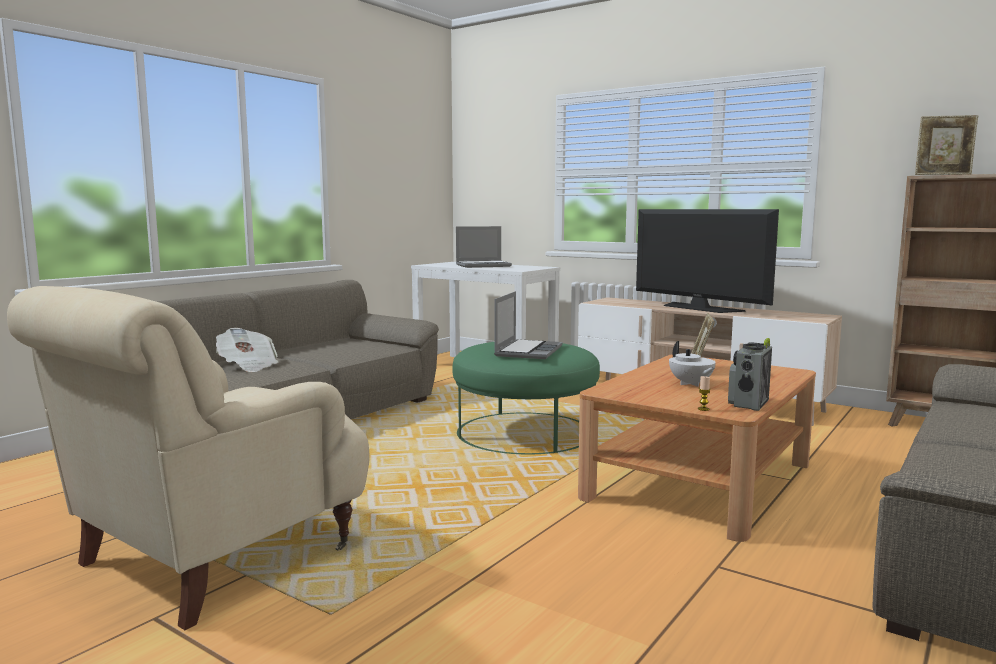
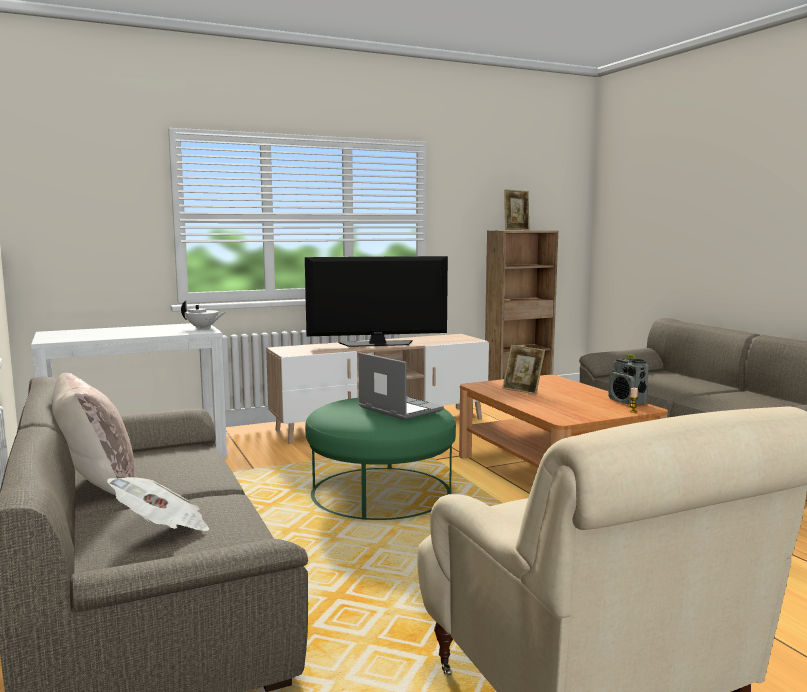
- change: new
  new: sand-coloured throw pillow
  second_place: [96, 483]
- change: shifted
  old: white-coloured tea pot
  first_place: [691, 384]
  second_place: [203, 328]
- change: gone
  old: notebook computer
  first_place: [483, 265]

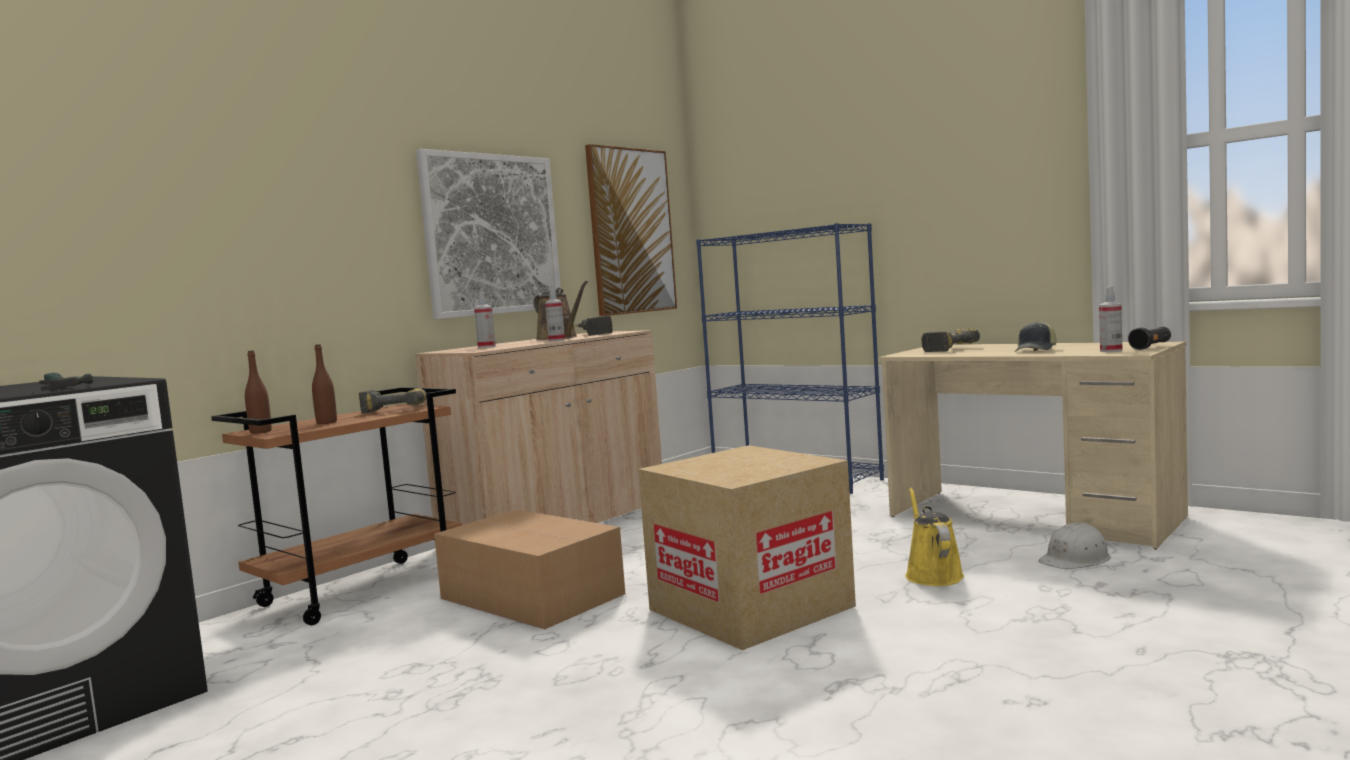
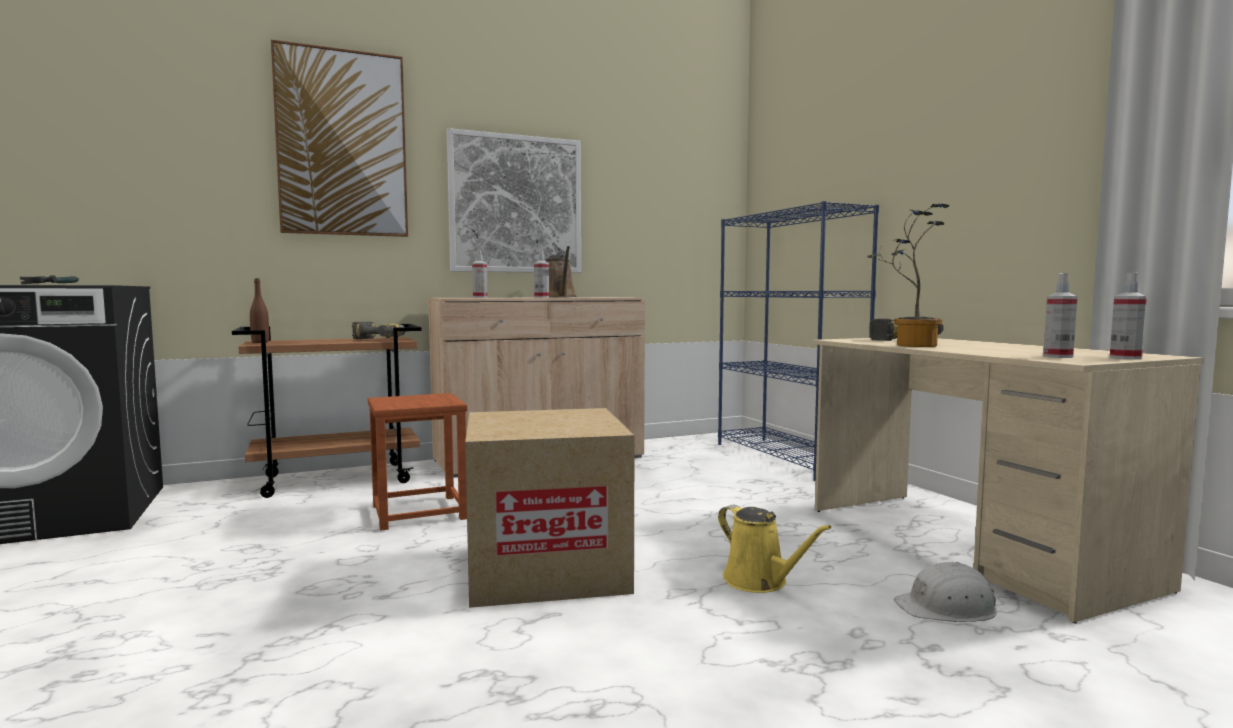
- change: shifted
  old: wall picture
  first_place: [631, 231]
  second_place: [342, 144]
- change: swapped
  old: cardboard box
  new: brown stool seat
  first_place: [532, 597]
  second_place: [419, 512]
- change: rotated
  old: yellowish watering can
  first_place: [932, 575]
  second_place: [759, 581]
  degrees: 120
- change: new
  new: potted plant
  second_place: [910, 345]
- change: swapped
  old: blackish torch
  new: spray bottle
  first_place: [1151, 347]
  second_place: [1125, 358]
- change: gone
  old: brown bottle
  first_place: [326, 422]
- change: gone
  old: electric drill
  first_place: [592, 334]
- change: gone
  old: cap
  first_place: [1036, 350]

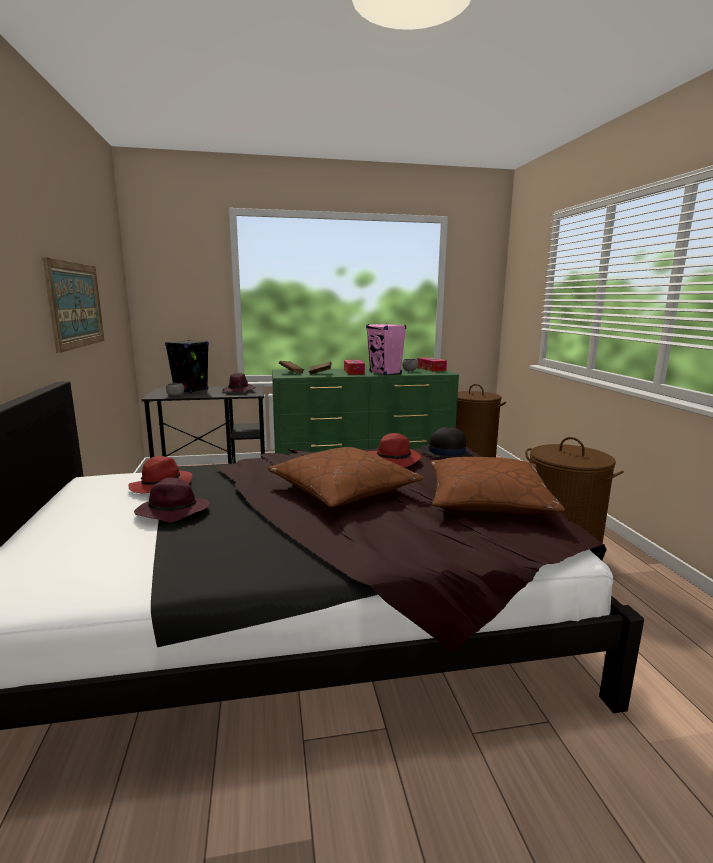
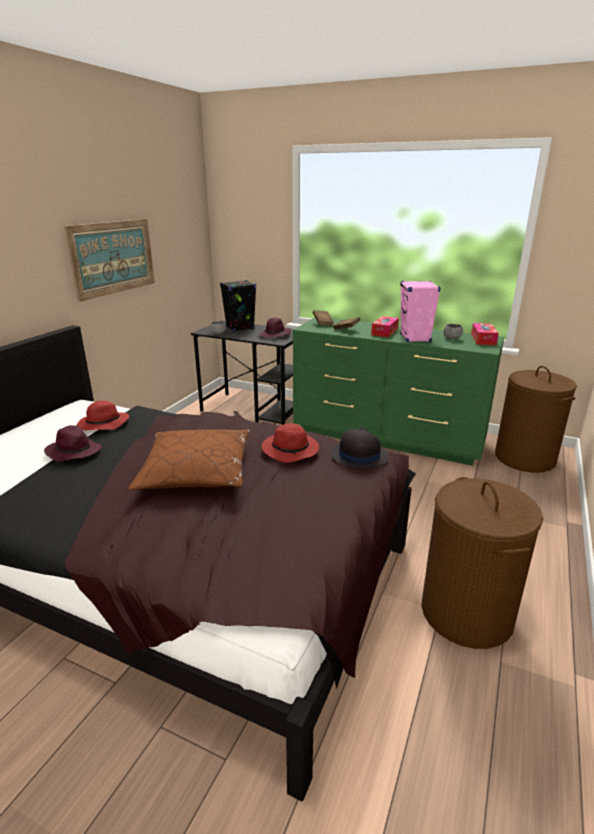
- change: gone
  old: brown throw pillow
  first_place: [487, 500]

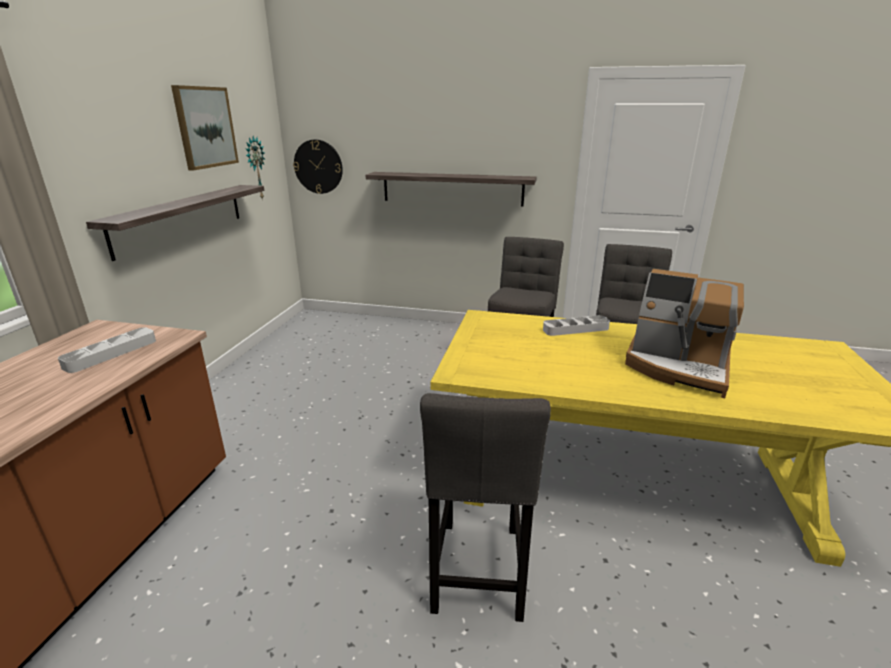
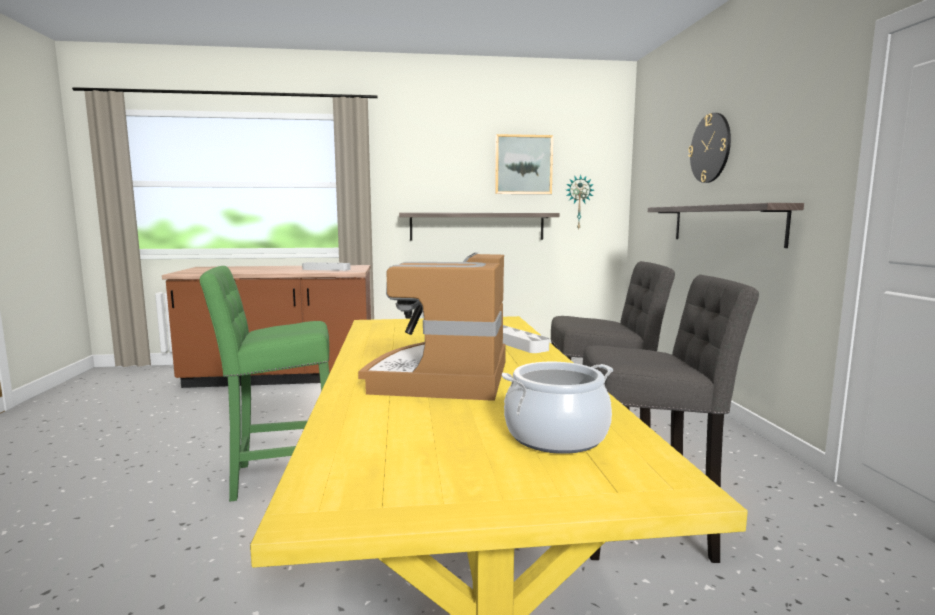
- change: repainted
  old: grey stool seat
  new: green-coloured stool seat
  first_place: [477, 574]
  second_place: [280, 477]
- change: new
  new: stockpot
  second_place: [555, 436]
- change: shifted
  old: hanging clock
  first_place: [318, 166]
  second_place: [710, 148]

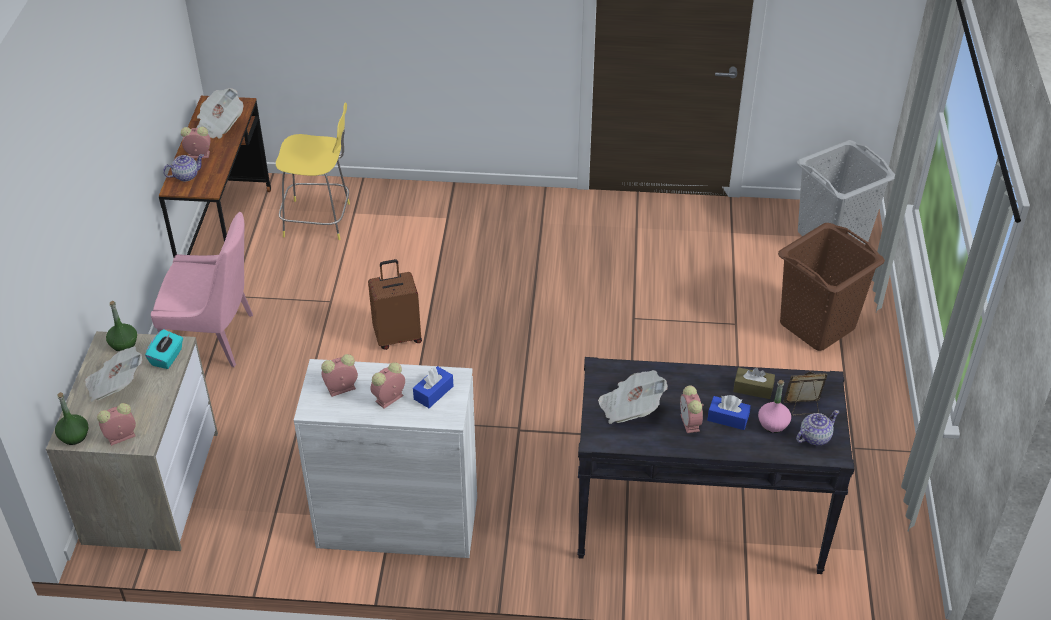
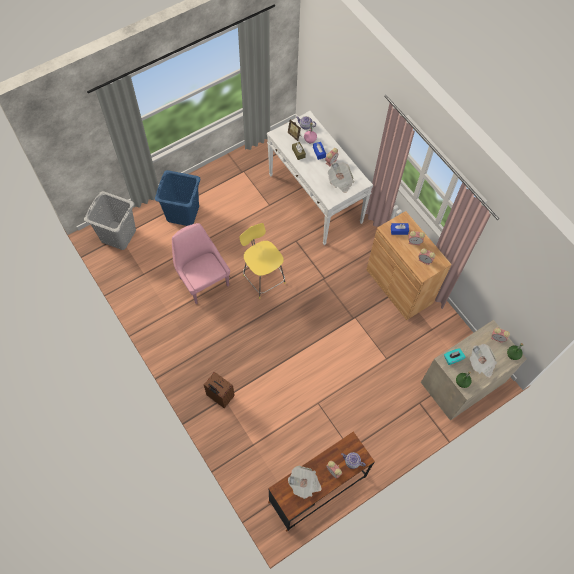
- change: repainted
  old: brown laundry basket
  new: blue-coloured laundry basket
  first_place: [817, 325]
  second_place: [183, 213]
- change: shifted
  old: pink plain chair
  first_place: [215, 338]
  second_place: [203, 280]
- change: shifted
  old: brown travel case
  first_place: [397, 336]
  second_place: [220, 397]
- change: shifted
  old: yellowish stool seat
  first_place: [320, 220]
  second_place: [263, 278]
- change: repainted
  old: blackish narrow table
  new: white-coloured narrow table
  first_place: [698, 520]
  second_place: [315, 199]
- change: repainted
  old: white-coloured storage cabinet
  new: brown storage cabinet
  first_place: [397, 522]
  second_place: [399, 286]

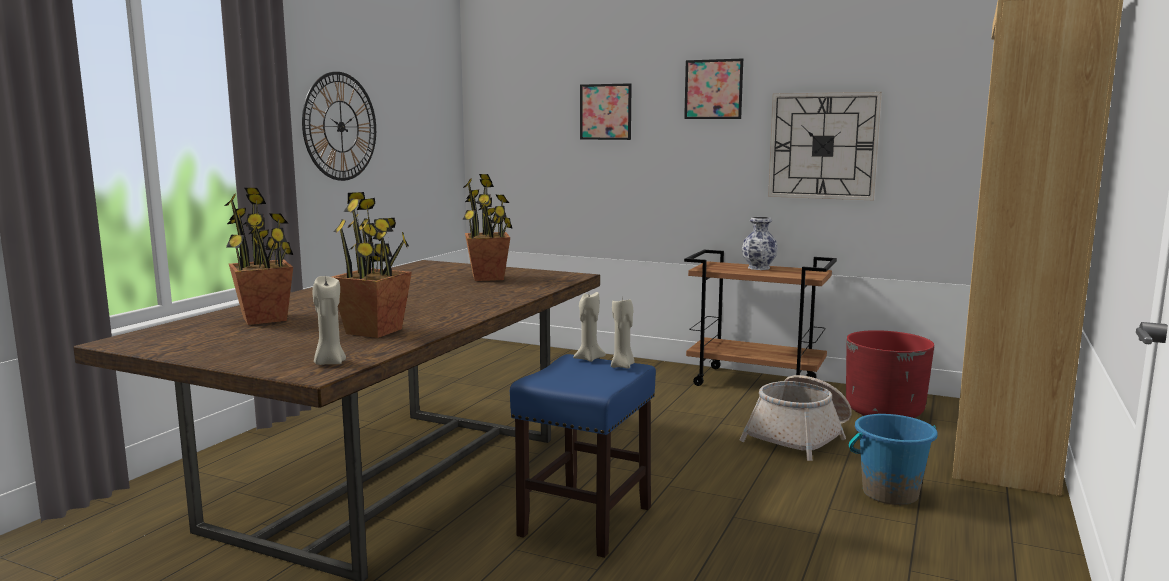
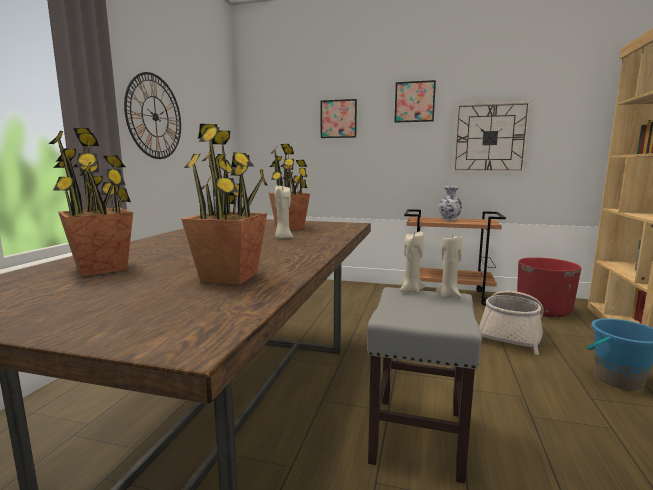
- change: shifted
  old: sand-coloured wax candle
  first_place: [329, 363]
  second_place: [283, 238]
- change: repainted
  old: blue-coloured stool seat
  new: grey stool seat
  first_place: [585, 522]
  second_place: [418, 437]

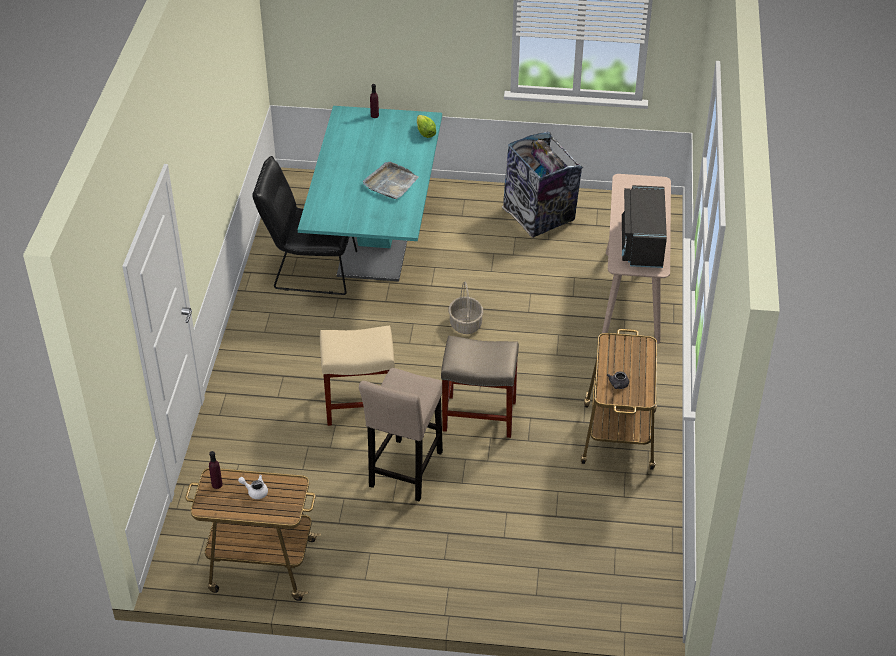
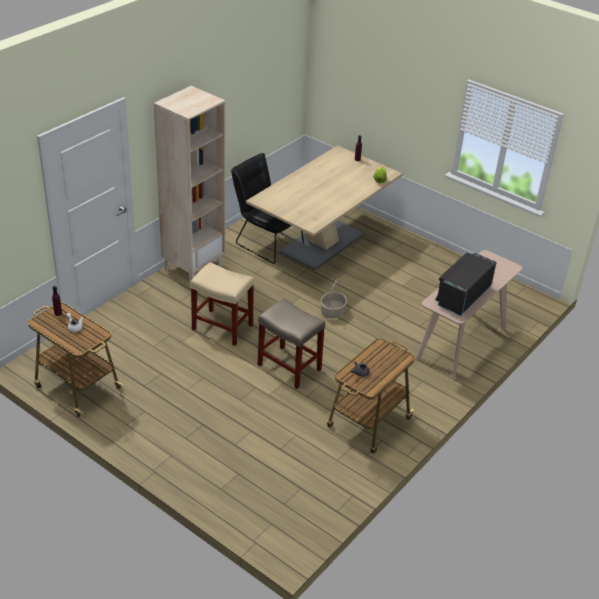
- change: new
  new: sand-coloured shelving unit
  second_place: [193, 267]
- change: repainted
  old: turquoise-coloured dining table
  new: sand-coloured dining table
  first_place: [376, 242]
  second_place: [322, 243]
- change: gone
  old: sand-coloured stool seat
  first_place: [404, 473]
- change: gone
  old: grey tray
  first_place: [390, 183]
- change: gone
  old: rubbish bin
  first_place: [539, 217]

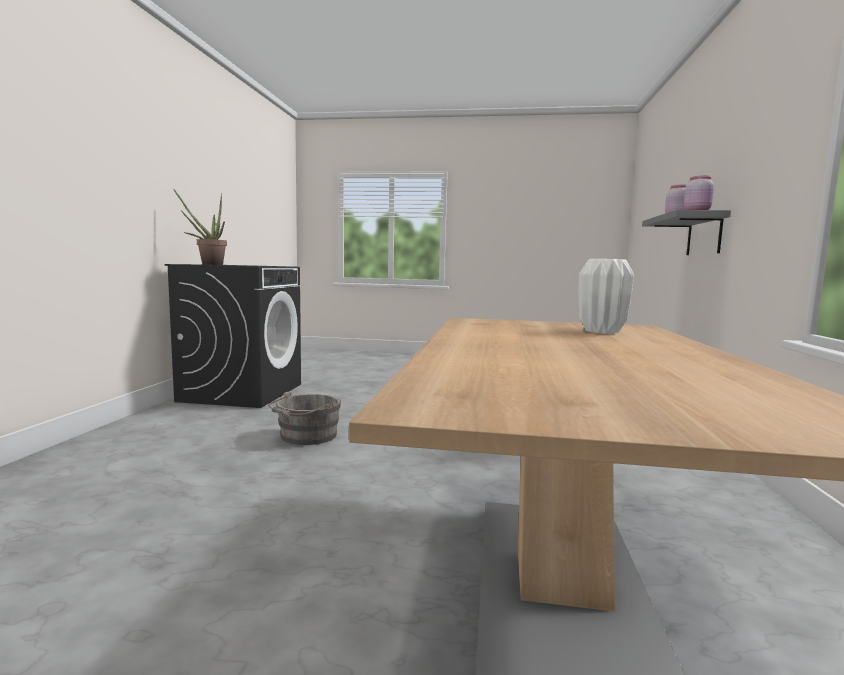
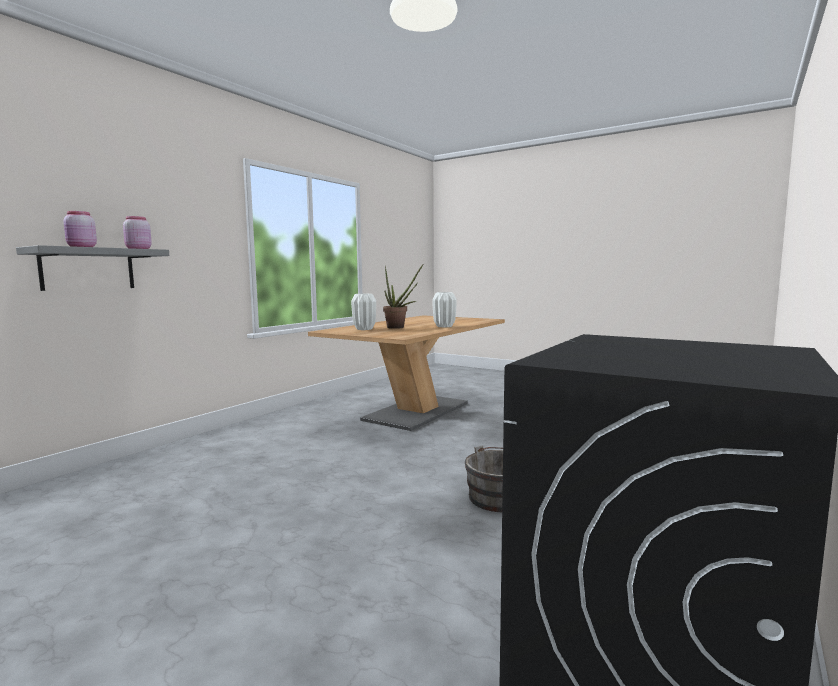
- change: shifted
  old: potted plant
  first_place: [207, 264]
  second_place: [399, 327]
- change: new
  new: white-coloured vase
  second_place: [444, 326]

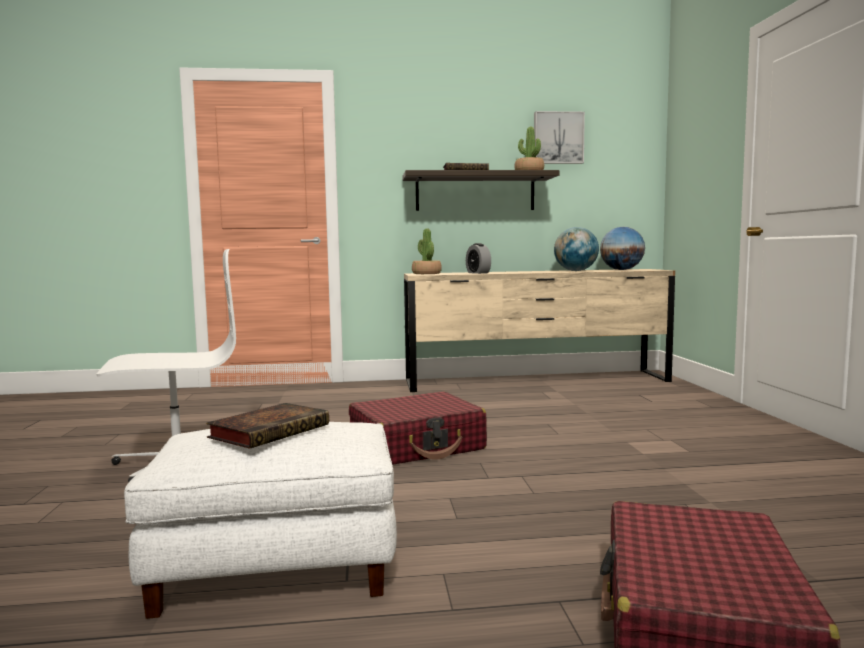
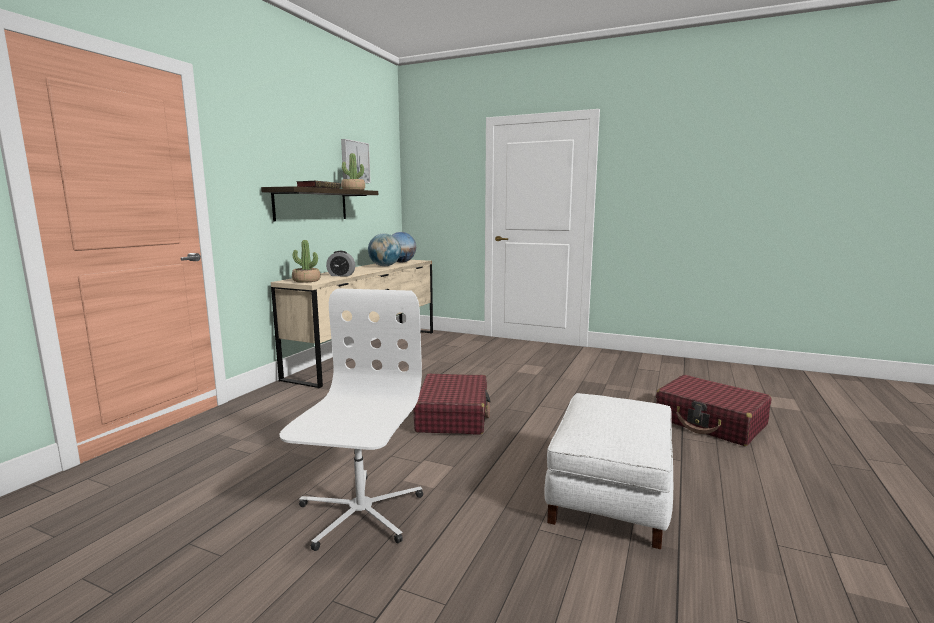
- change: gone
  old: volume
  first_place: [271, 431]

